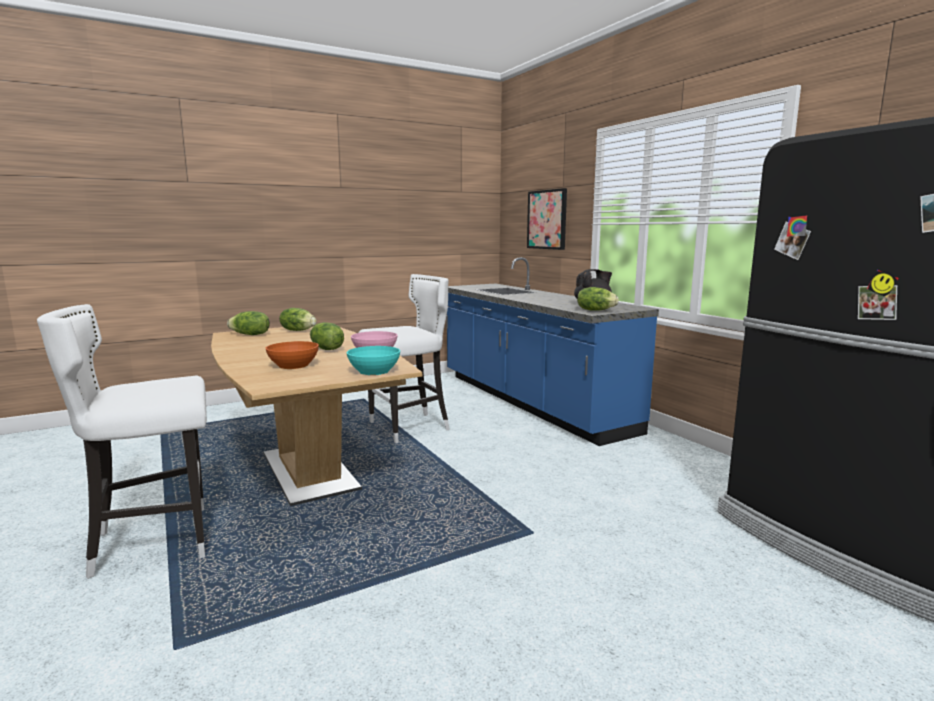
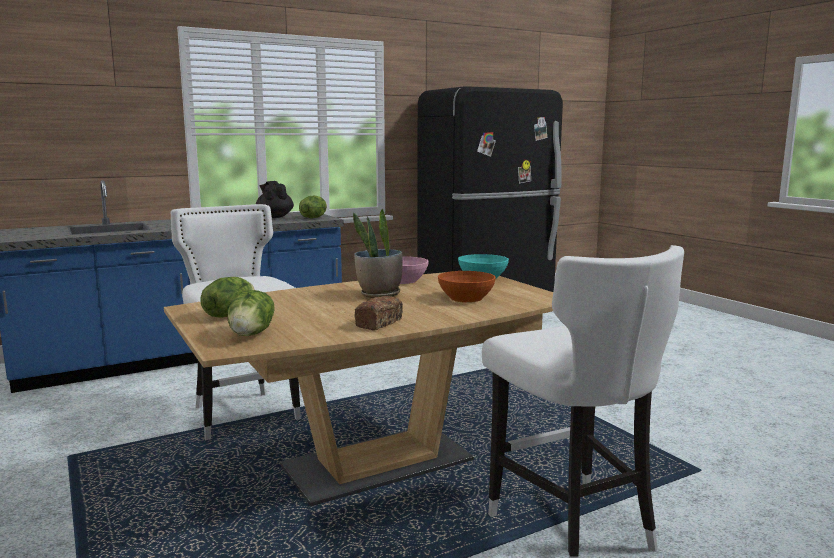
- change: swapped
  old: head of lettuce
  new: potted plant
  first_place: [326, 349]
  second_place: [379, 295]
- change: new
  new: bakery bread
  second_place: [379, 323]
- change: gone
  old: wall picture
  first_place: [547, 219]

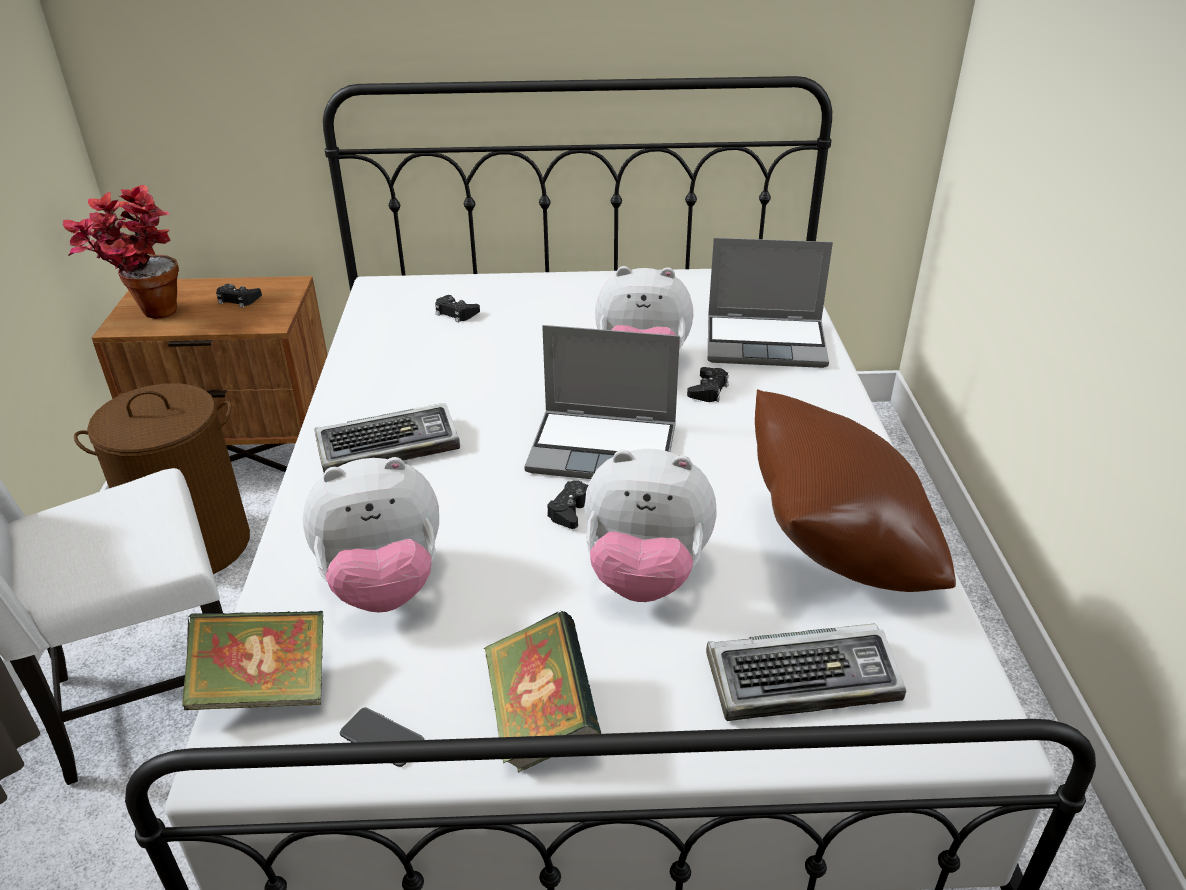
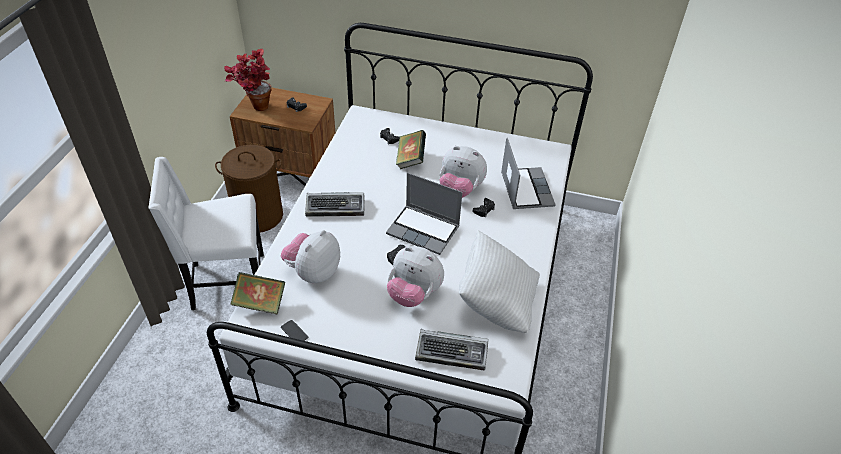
- change: rotated
  old: cuddly toy
  first_place: [383, 585]
  second_place: [313, 272]
  degrees: 120
- change: shifted
  old: volume
  first_place: [541, 718]
  second_place: [410, 159]
- change: repainted
  old: brown throw pillow
  new: white-coloured throw pillow
  first_place: [837, 548]
  second_place: [496, 302]
- change: rotated
  old: notebook computer
  first_place: [767, 343]
  second_place: [525, 189]
  degrees: -120

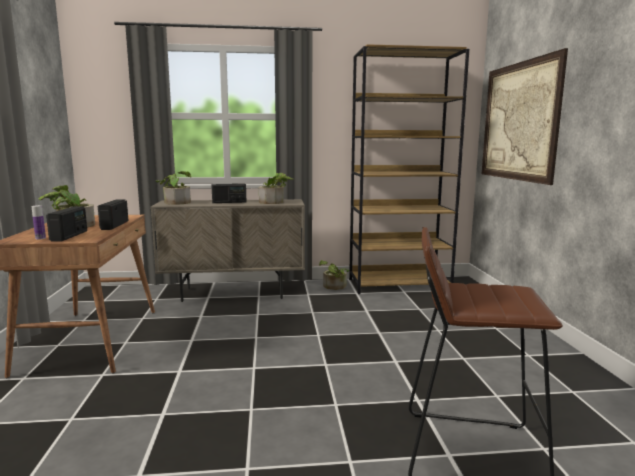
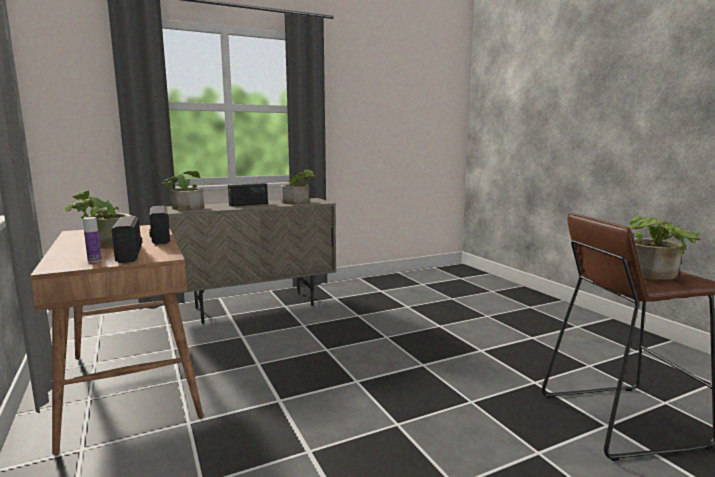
- change: shifted
  old: potted plant
  first_place: [333, 287]
  second_place: [654, 274]
- change: gone
  old: brown shelving unit
  first_place: [399, 285]
- change: gone
  old: wall picture
  first_place: [518, 121]

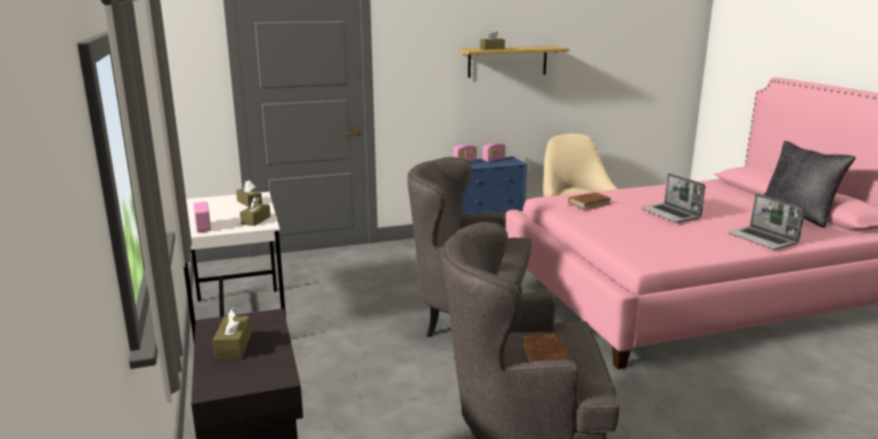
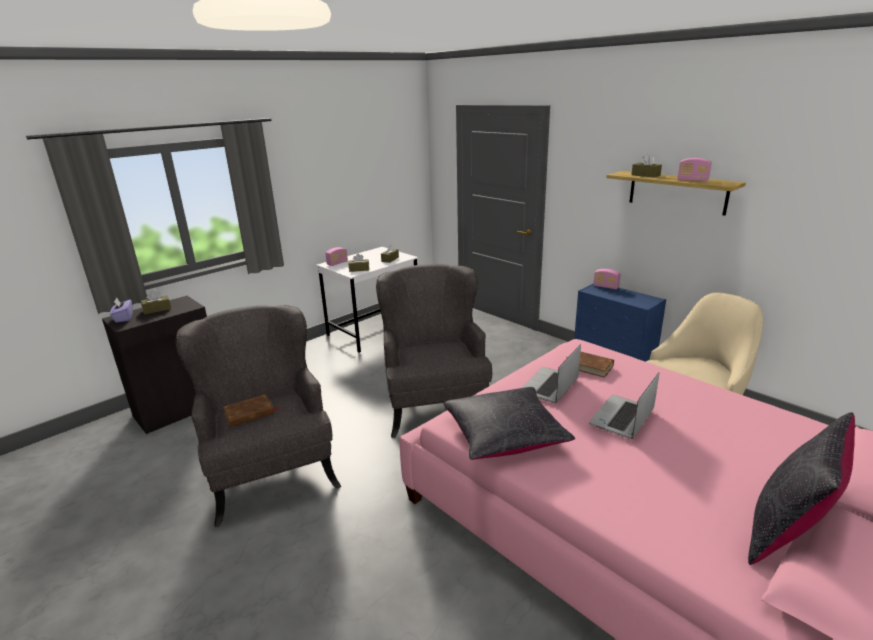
- change: new
  new: purplish box of tissues
  second_place: [124, 318]
- change: new
  new: blackish throw pillow
  second_place: [504, 435]
- change: shifted
  old: notebook computer
  first_place: [763, 239]
  second_place: [550, 387]
- change: shifted
  old: radio
  first_place: [493, 160]
  second_place: [692, 180]

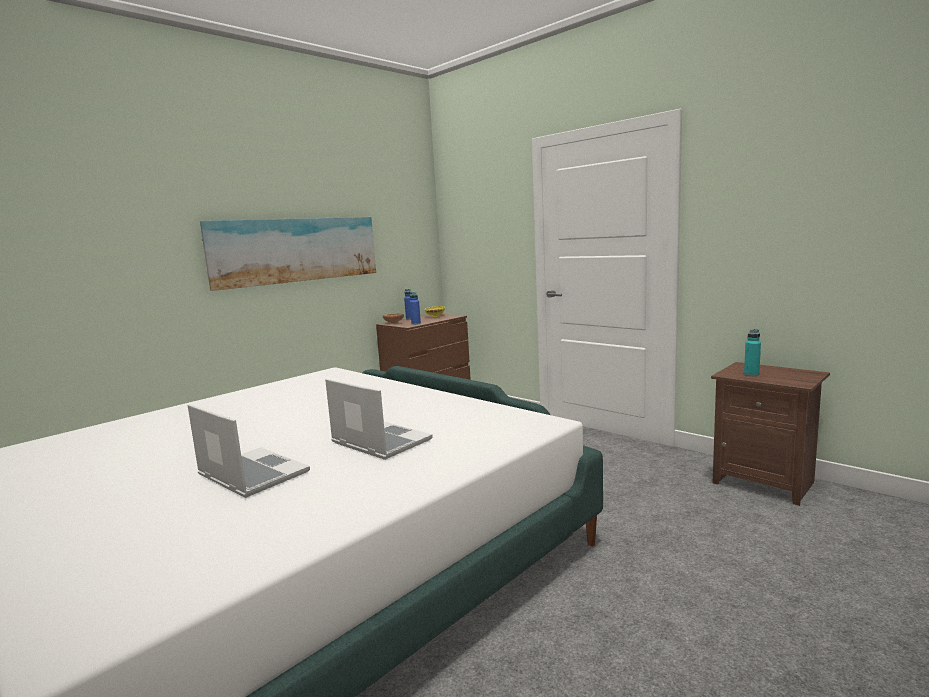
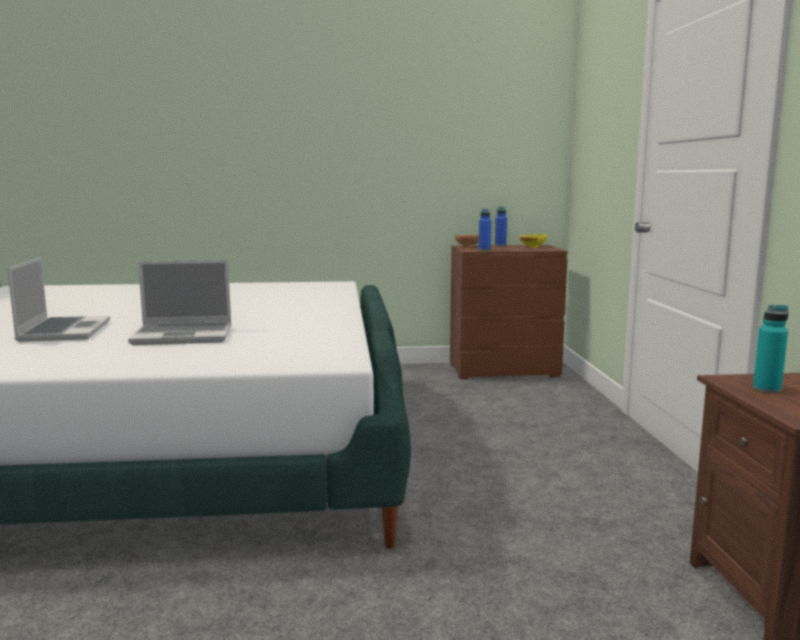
- change: rotated
  old: notebook computer
  first_place: [379, 442]
  second_place: [184, 336]
  degrees: 90
- change: gone
  old: wall picture
  first_place: [296, 250]

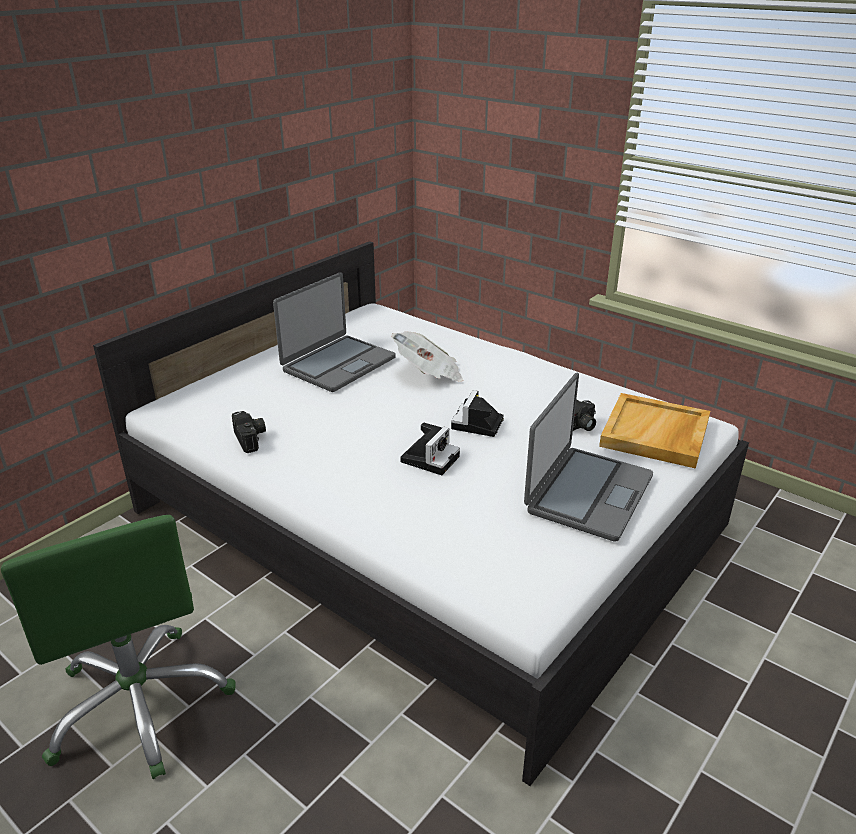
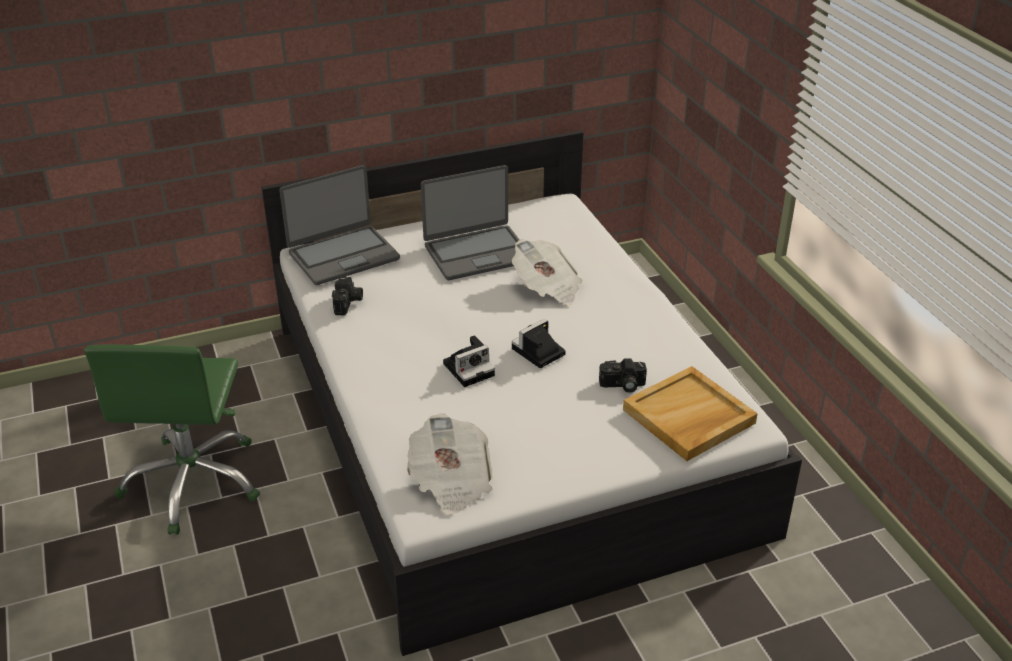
- change: shifted
  old: notebook computer
  first_place: [588, 493]
  second_place: [343, 255]
- change: new
  new: printed paper
  second_place: [451, 482]

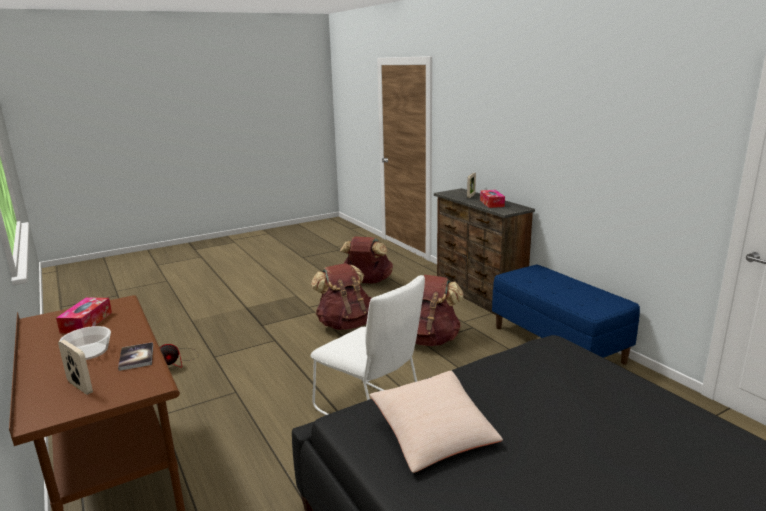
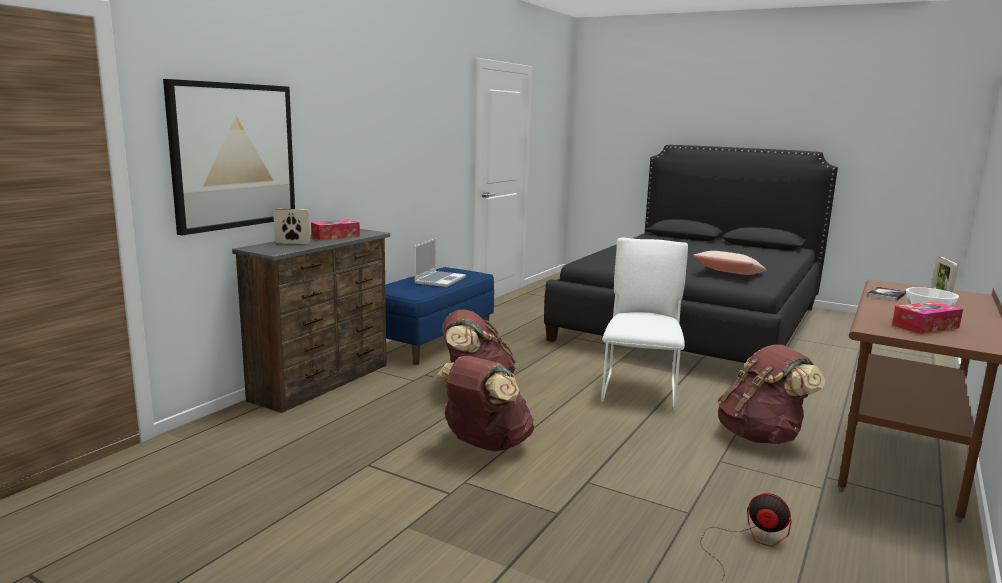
- change: new
  new: wall picture
  second_place: [233, 156]
- change: new
  new: notebook computer
  second_place: [439, 280]
- change: shifted
  old: brown backpack
  first_place: [367, 282]
  second_place: [761, 436]

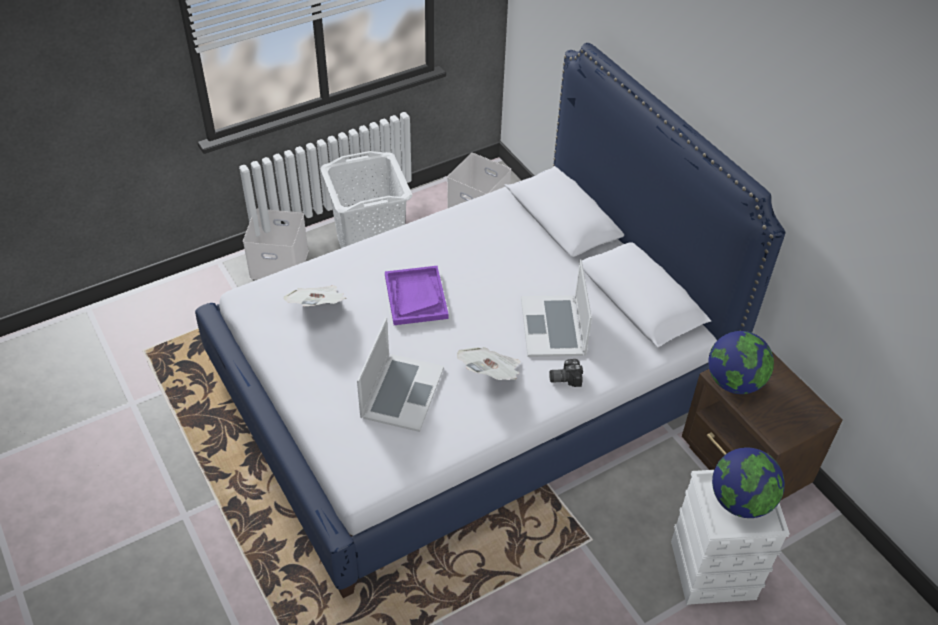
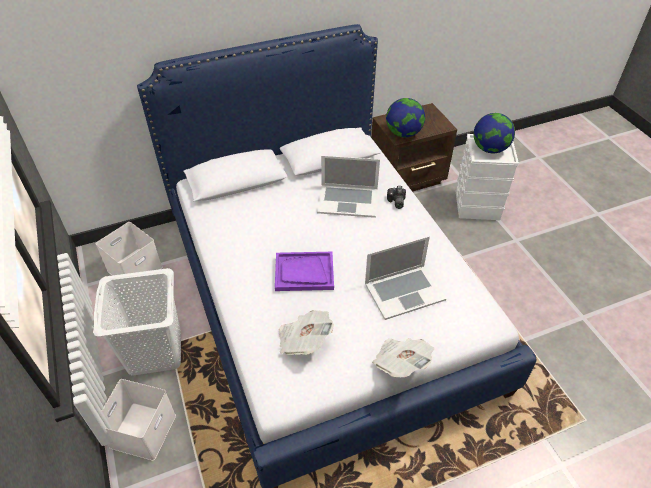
- change: rotated
  old: notebook computer
  first_place: [402, 392]
  second_place: [404, 291]
  degrees: 135
- change: shifted
  old: printed paper
  first_place: [491, 374]
  second_place: [400, 363]

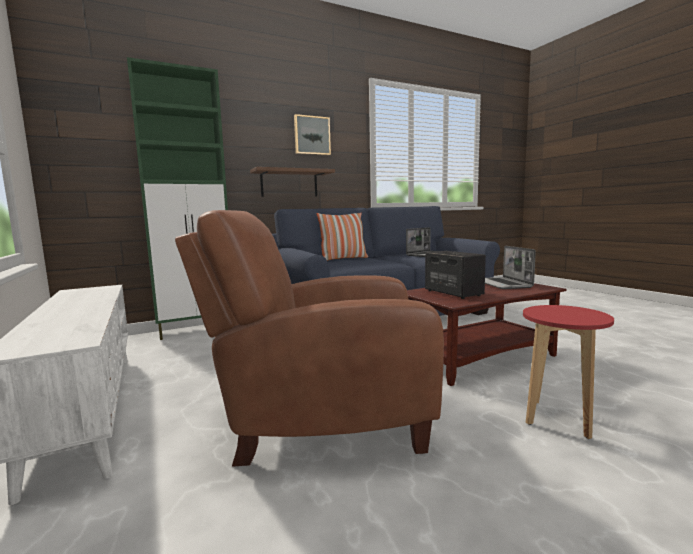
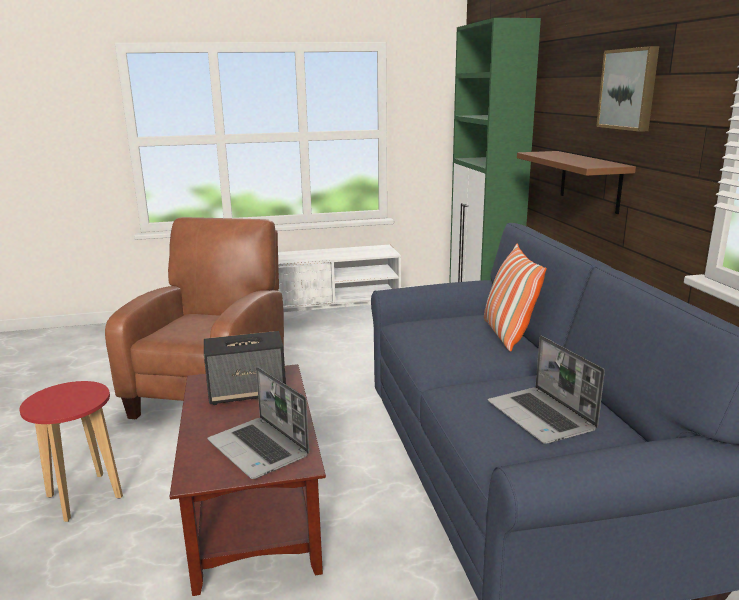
- change: rotated
  old: notebook computer
  first_place: [503, 284]
  second_place: [260, 449]
  degrees: -135

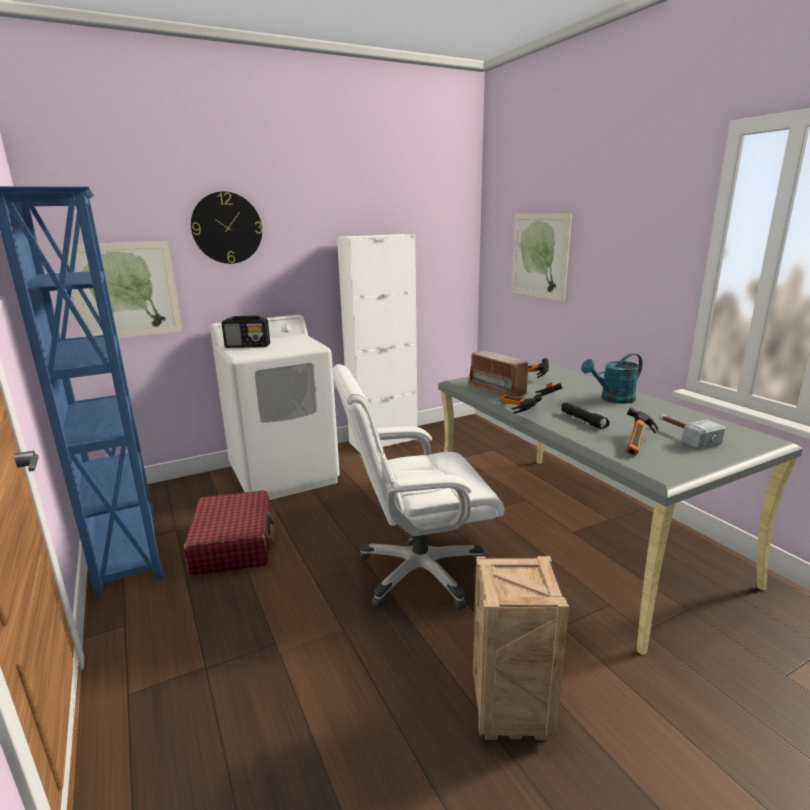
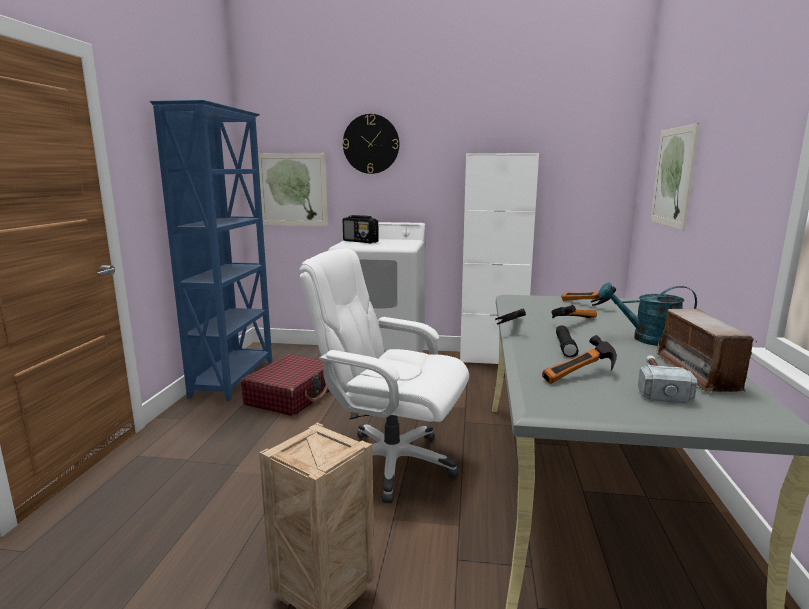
- change: shifted
  old: radio
  first_place: [497, 390]
  second_place: [698, 373]

